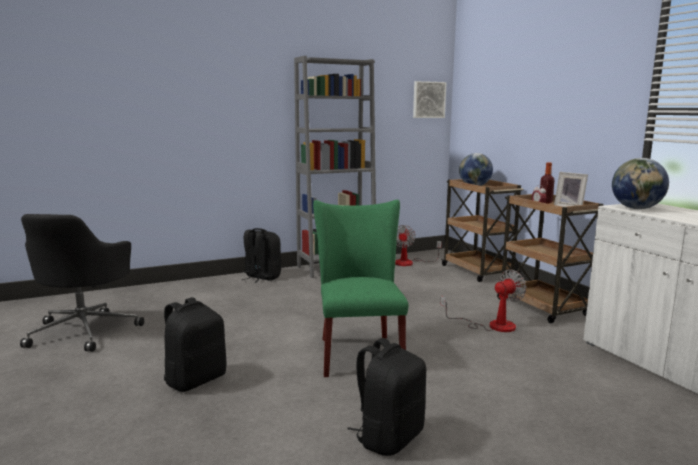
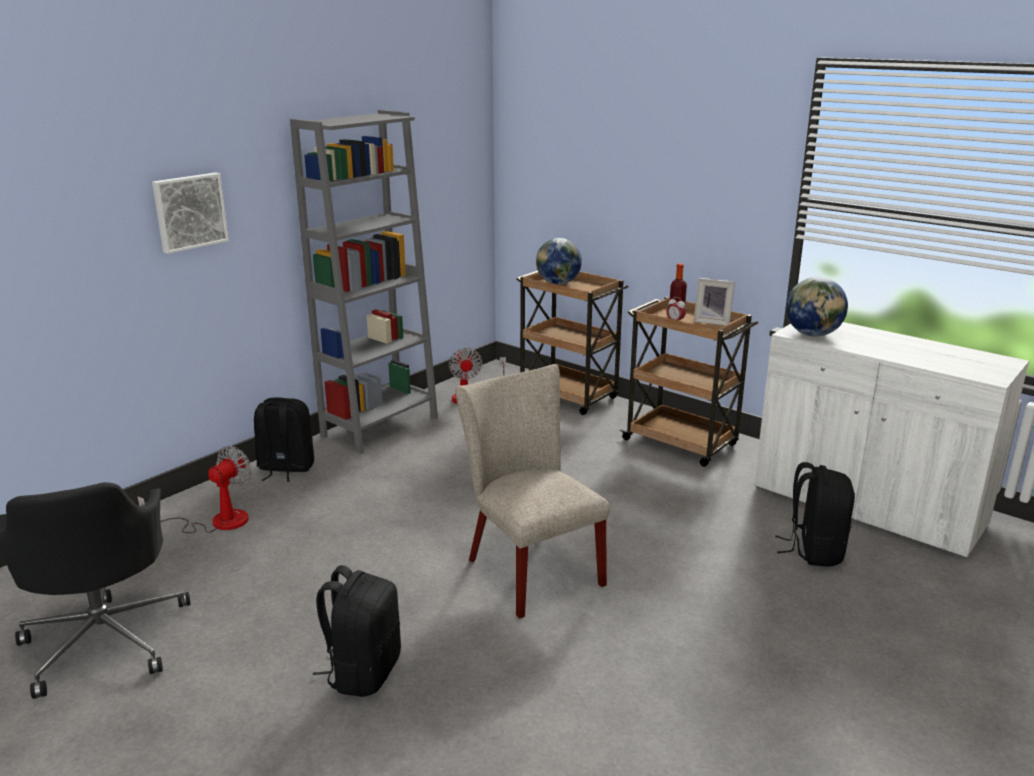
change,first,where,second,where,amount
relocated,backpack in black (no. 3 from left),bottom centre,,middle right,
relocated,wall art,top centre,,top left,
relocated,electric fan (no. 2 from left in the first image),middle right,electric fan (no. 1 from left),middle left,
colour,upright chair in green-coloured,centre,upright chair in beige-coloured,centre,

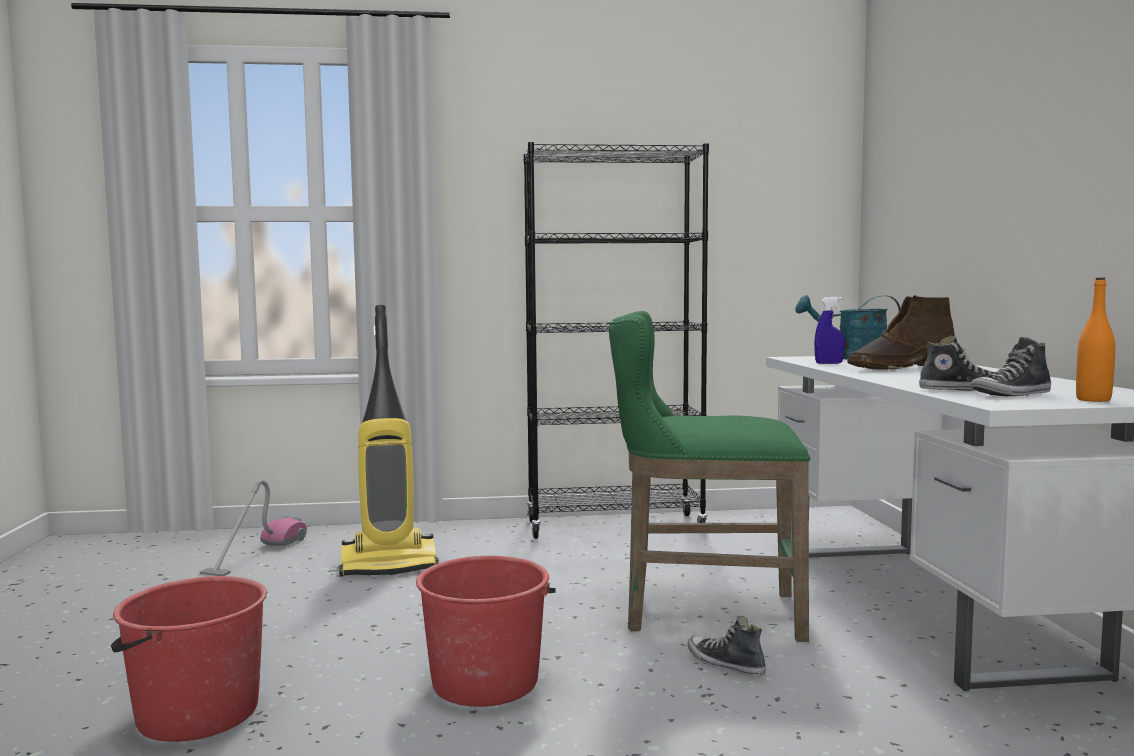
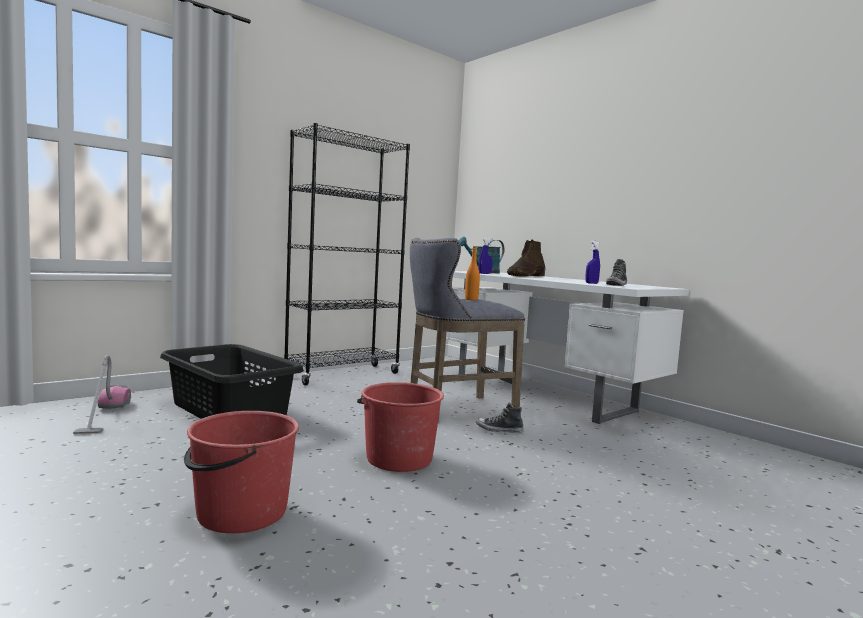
change,first,where,second,where,amount
relocated,beverage bottle in orange,middle right,,centre,
exchanged,vacuum (no. 2 from left),centre,hamper in black,middle left,
exchanged,shoe (no. 2 from left),middle right,hand sprayer in bluish (no. 2 from left),middle right,
colour,stool in green-coloured,centre,stool in greyish,centre,

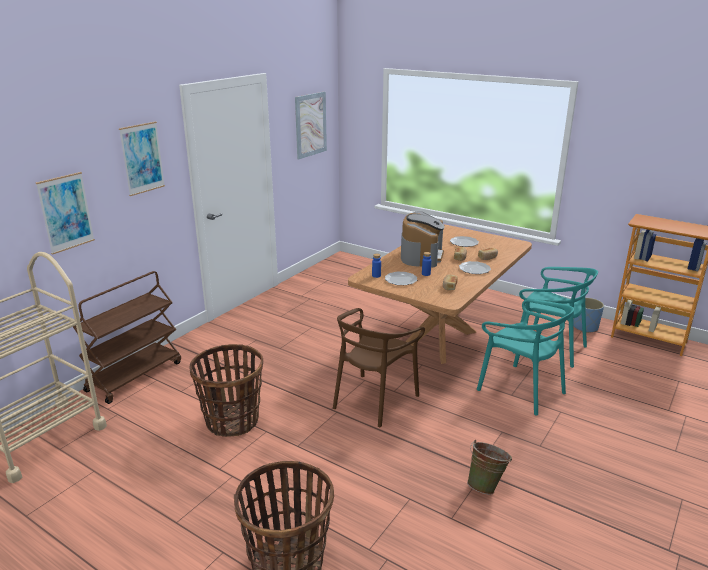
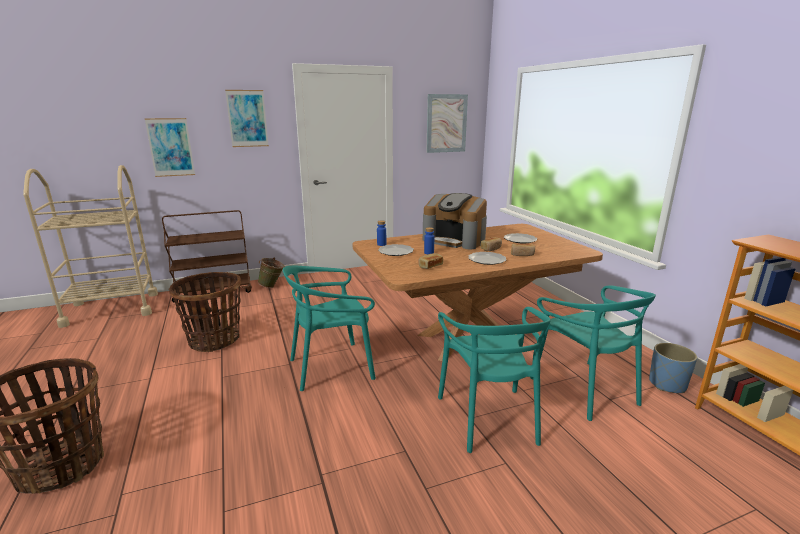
change,first,where,second,where,amount
relocated,bucket in green-coloured,bottom right,,centre,
colour,upright chair in brown,centre,upright chair in turquoise (no. 1 from left),centre,
spun,coffee machine,centre,,centre,75 degrees clockwise

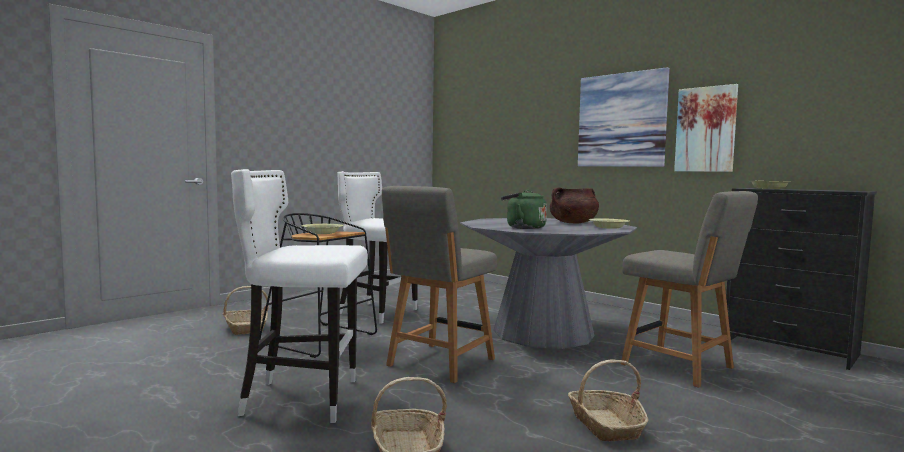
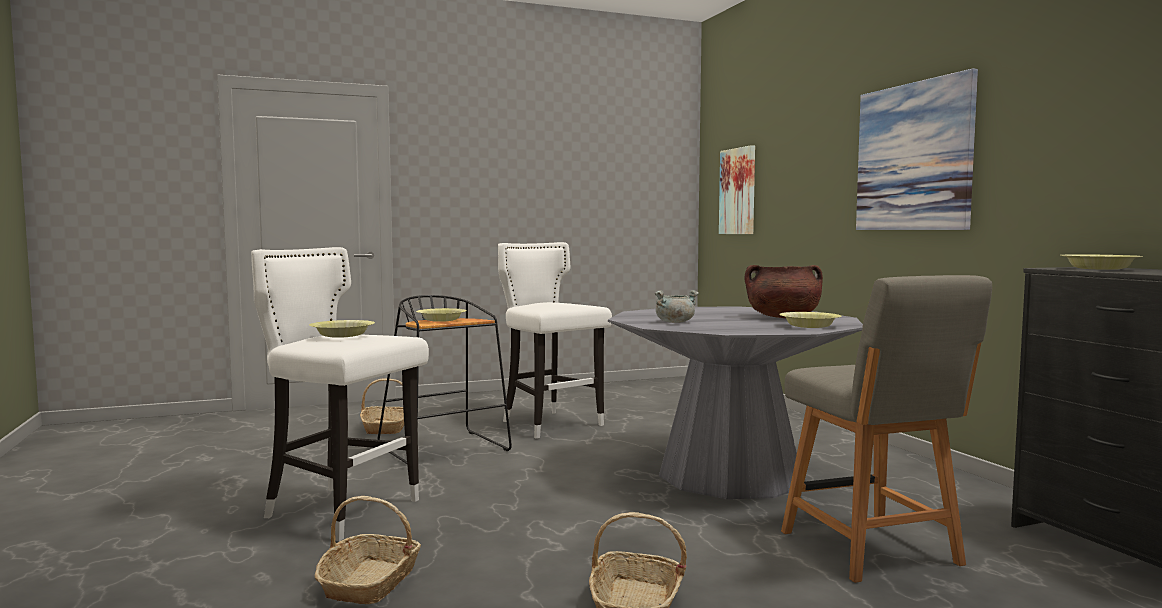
change,first,where,second,where,amount
missing,upright chair in greyish (no. 1 from left),centre,,,
appeared,,,deep dish in yellowish (no. 1 from left),middle left,
relocated,wall art (no. 2 from left in the first image),top right,wall art (no. 1 from left),top centre,
exchanged,kettle in green-coloured,centre,saucepot in greyish,centre,

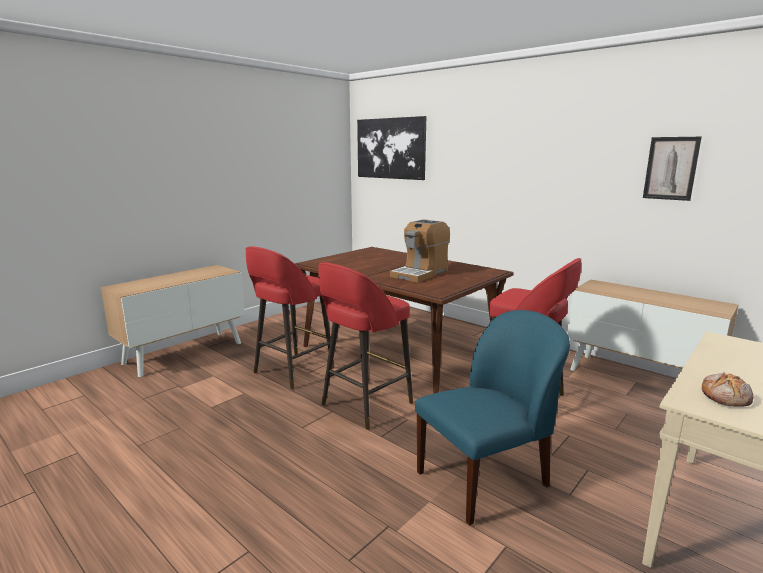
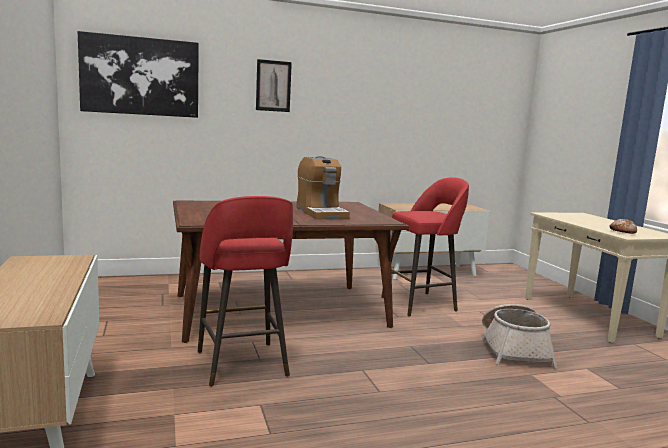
change,first,where,second,where,amount
missing,stool in red (no. 2 from left),centre,,,
relocated,wall art (no. 2 from left),top right,,top centre,
exchanged,upright chair in bluish,bottom centre,basket,bottom right,

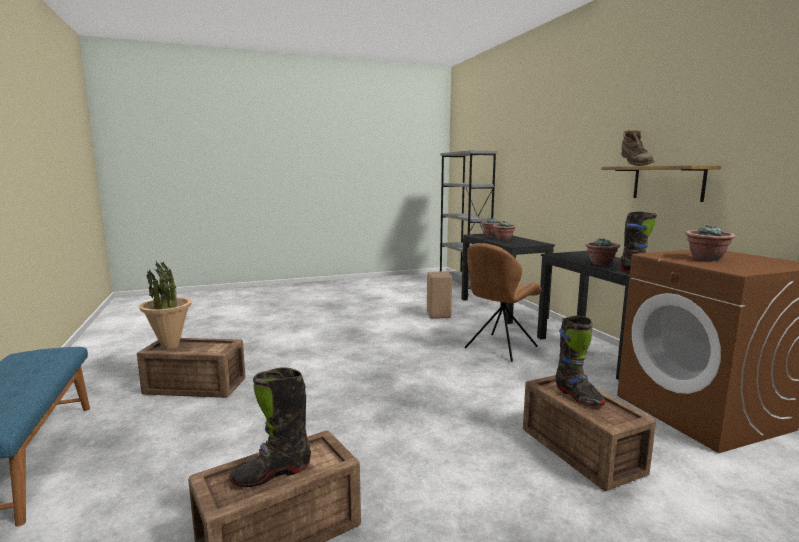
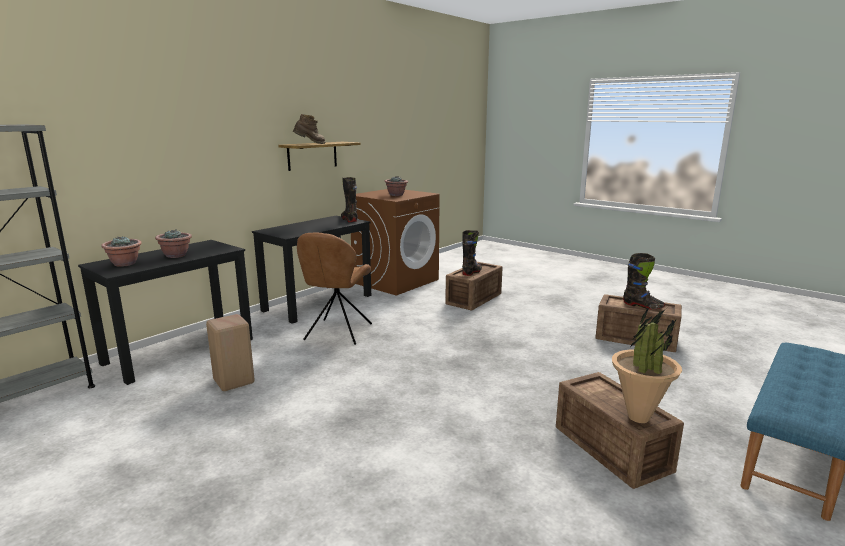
change,first,where,second,where,amount
missing,potted plant (no. 4 from left),middle right,,,
spun,upright chair in brown,centre,,centre,90 degrees clockwise

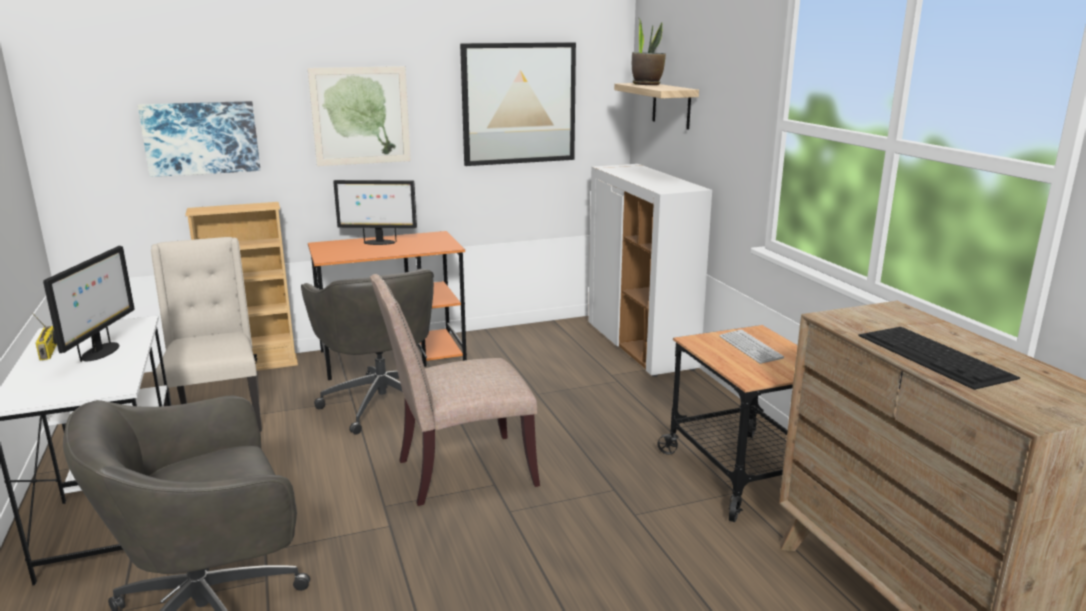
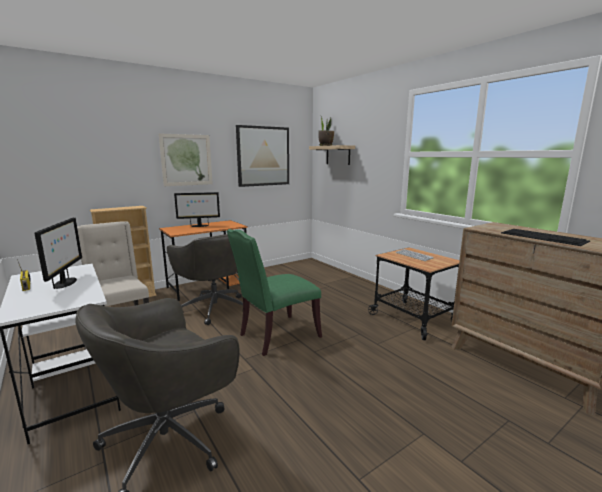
change,first,where,second,where,amount
missing,wall art (no. 1 from left),top left,,,
missing,cabinet in whitish,centre,,,
colour,upright chair in beige-coloured (no. 2 from left),centre,upright chair in green-coloured,centre,

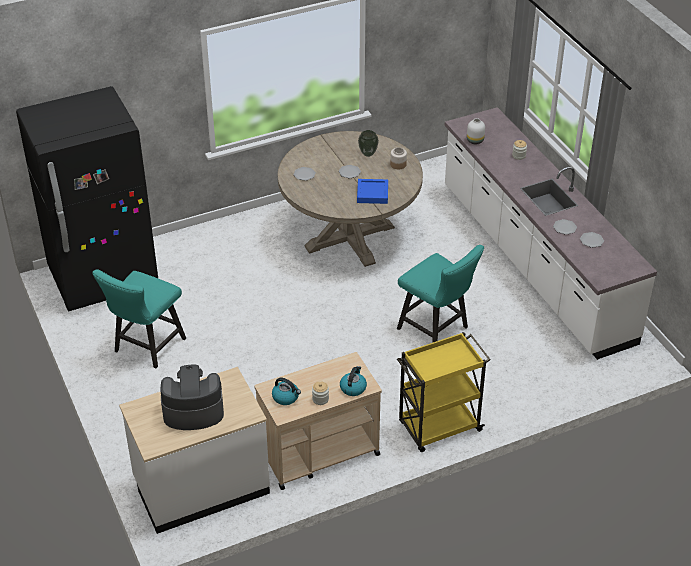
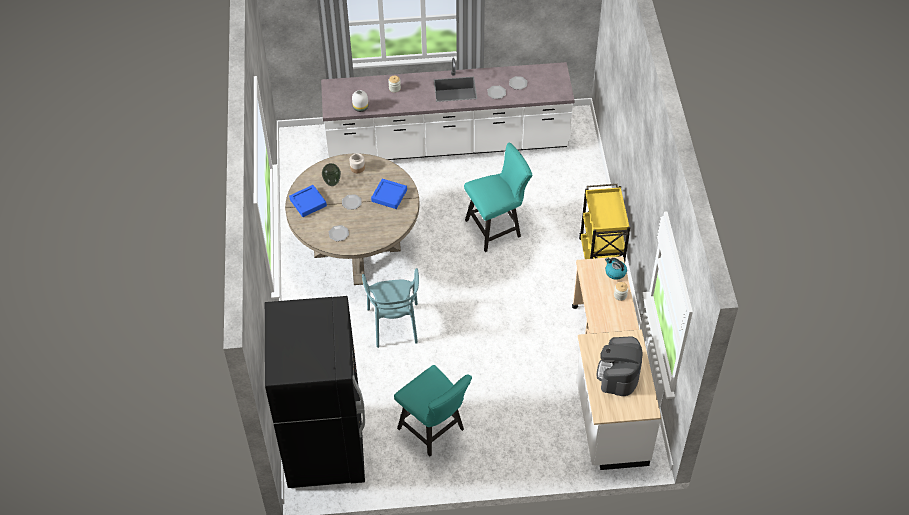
change,first,where,second,where,amount
missing,kettle (no. 1 from left),bottom centre,,,
appeared,,,tray in bluish (no. 1 from left),centre,
appeared,,,upright chair in turquoise (no. 1 from left),centre,

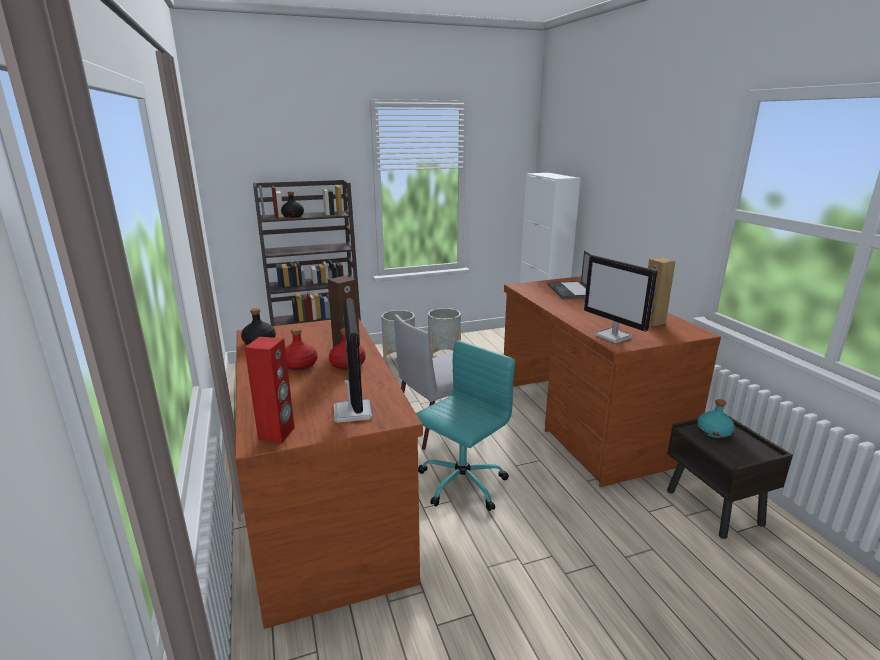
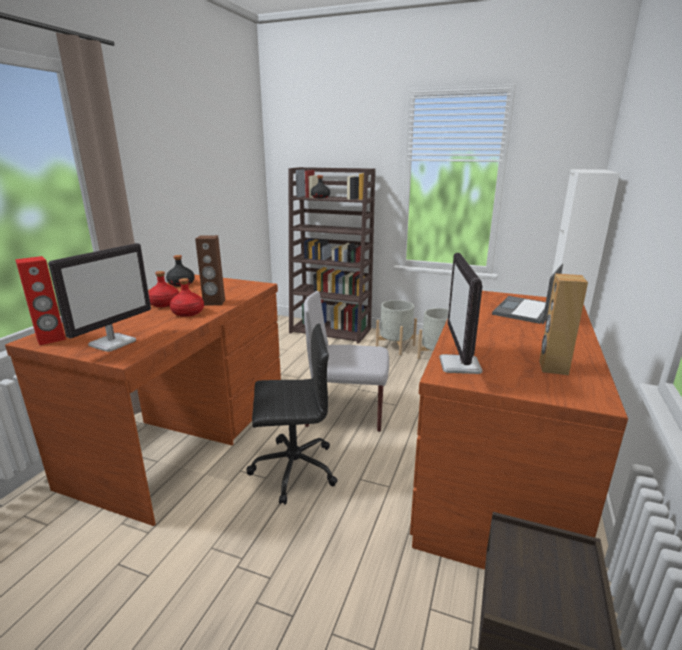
change,first,where,second,where,amount
missing,beverage bottle in turquoise,middle right,,,
colour,office chair in turquoise,centre,office chair in black,centre,

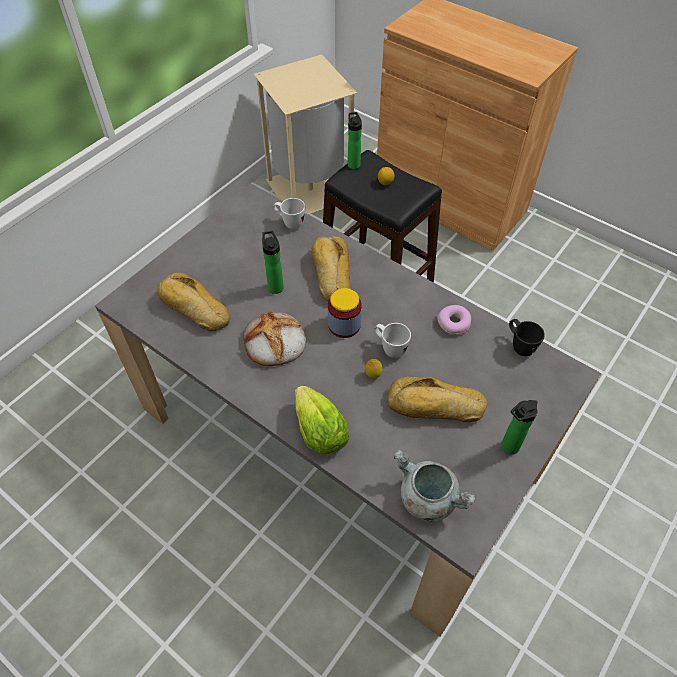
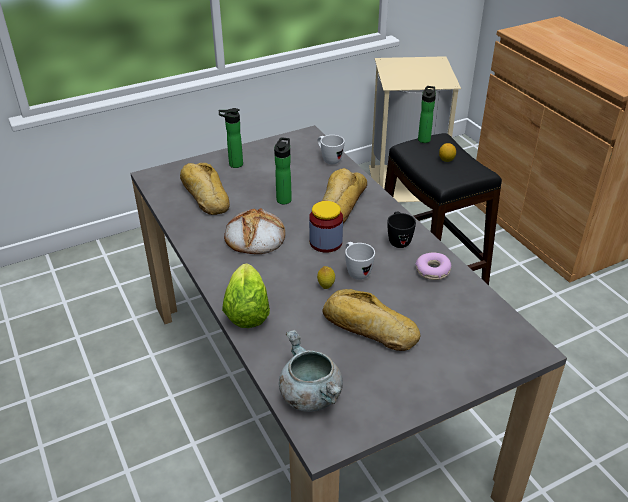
change,first,where,second,where,amount
relocated,beverage bottle (no. 3 from left in the first image),middle right,beverage bottle (no. 1 from left),top centre,
relocated,tea mug in black,middle right,,centre,

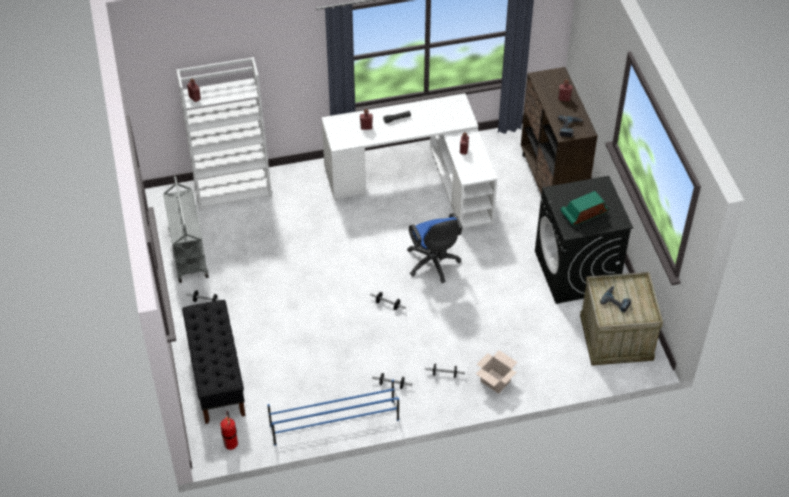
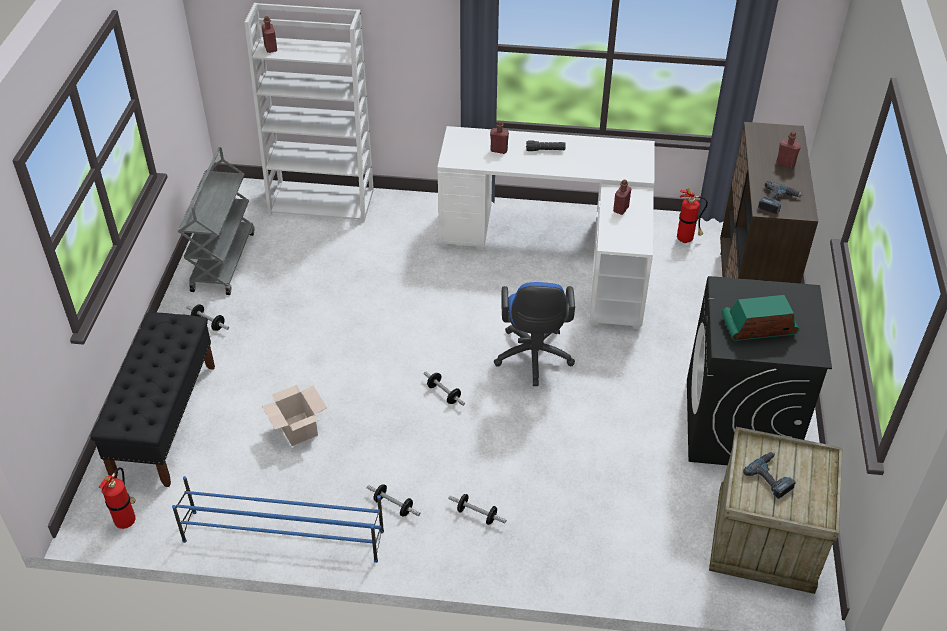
change,first,where,second,where,amount
appeared,,,extinguisher (no. 2 from left),middle right,
relocated,carton,bottom centre,,middle left,

